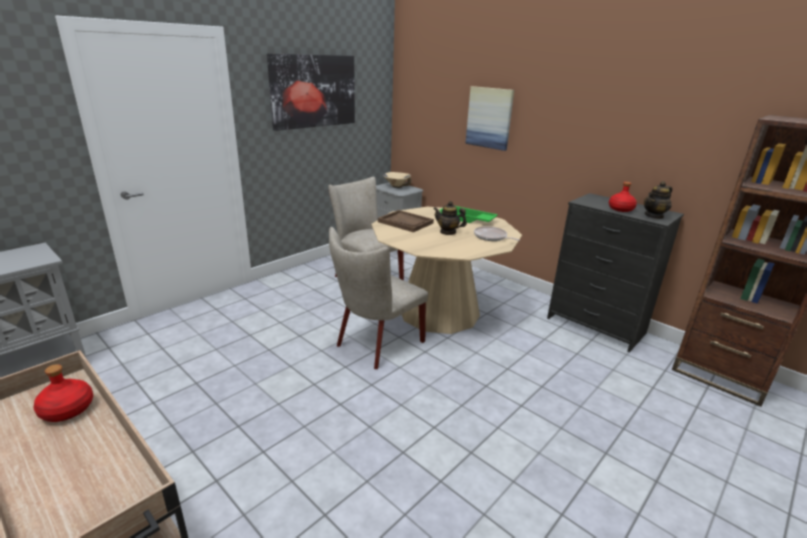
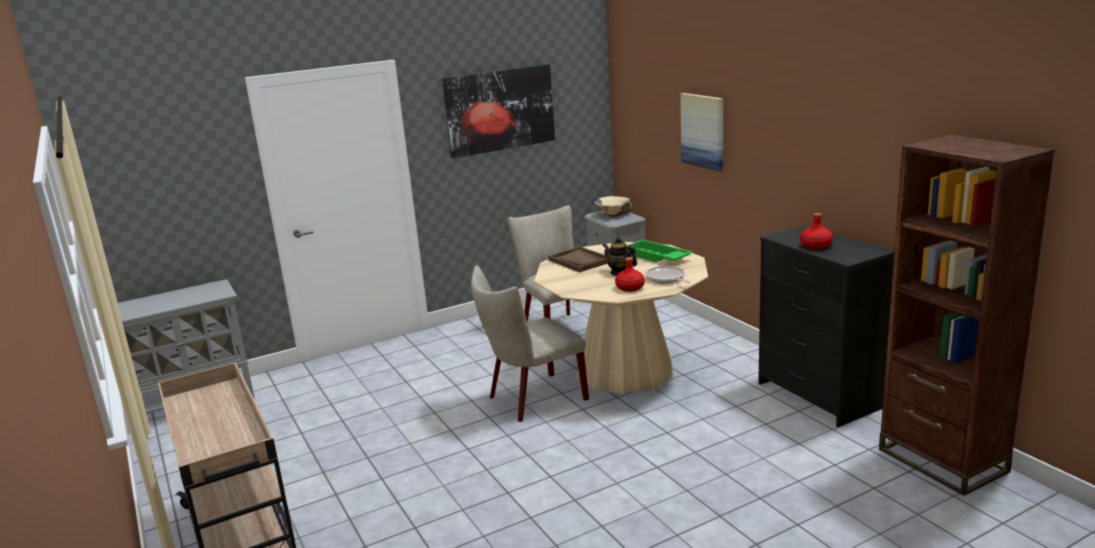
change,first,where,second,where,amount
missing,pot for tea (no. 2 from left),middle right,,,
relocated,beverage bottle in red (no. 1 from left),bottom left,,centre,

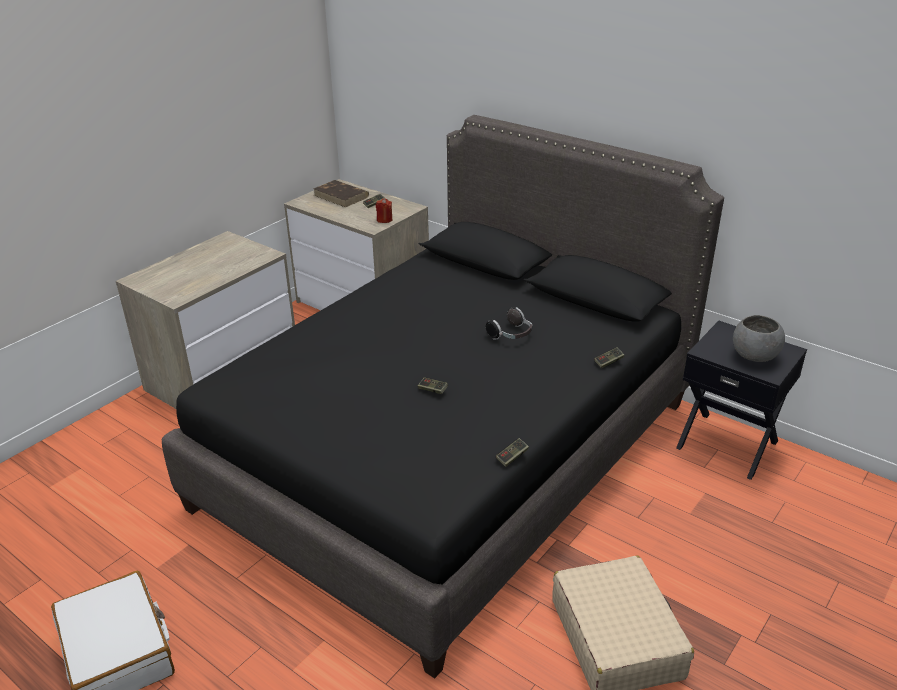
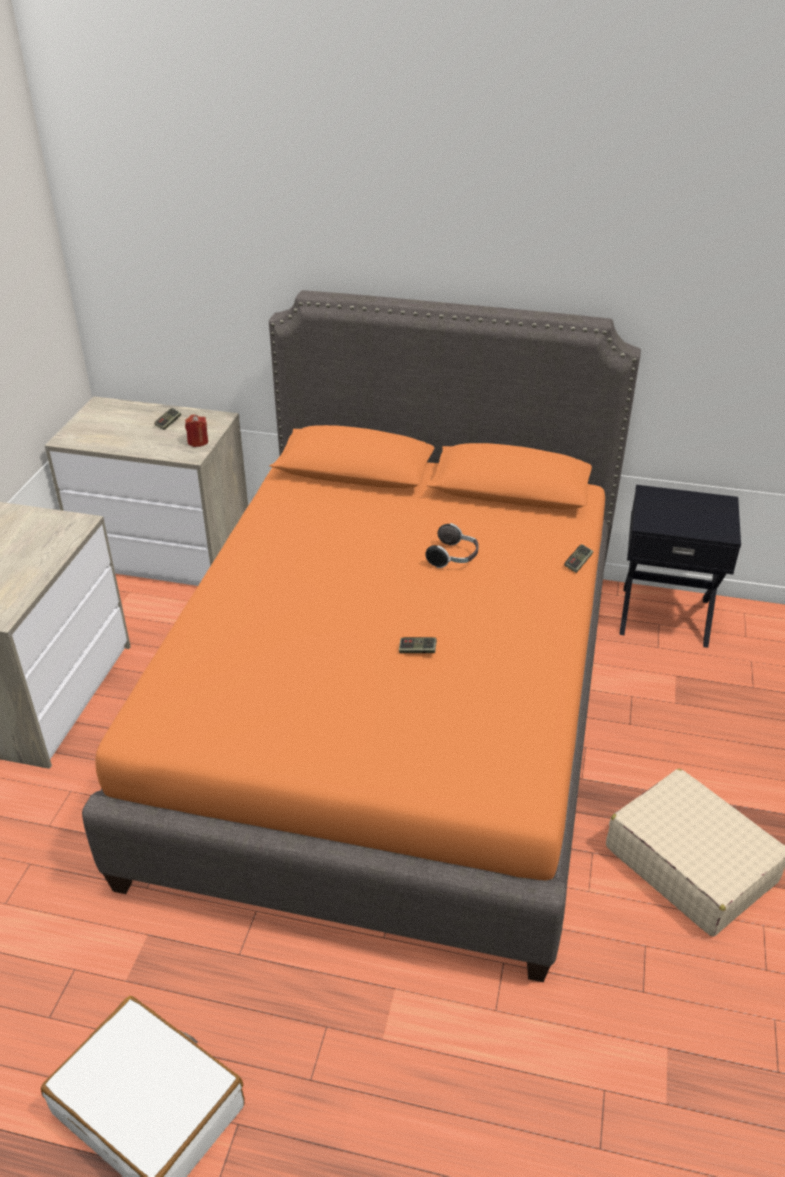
change,first,where,second,where,amount
missing,bound book in brown,top centre,,,
missing,gamepad (no. 3 from left),centre,,,
missing,deep dish in greyish,middle right,,,
colour,bed in black,centre,bed in orange,centre,

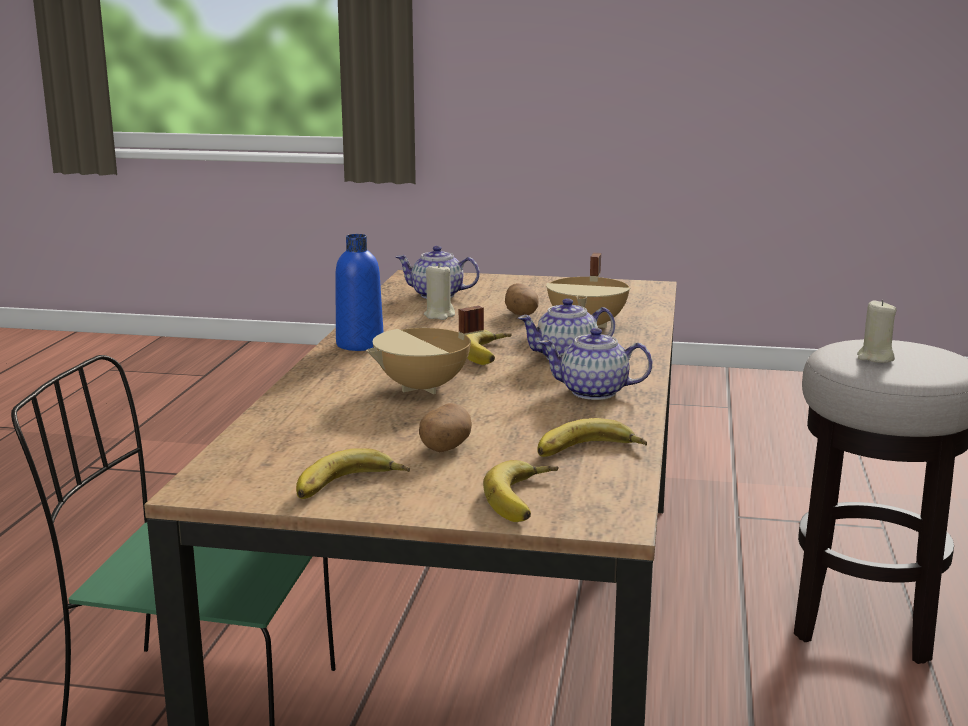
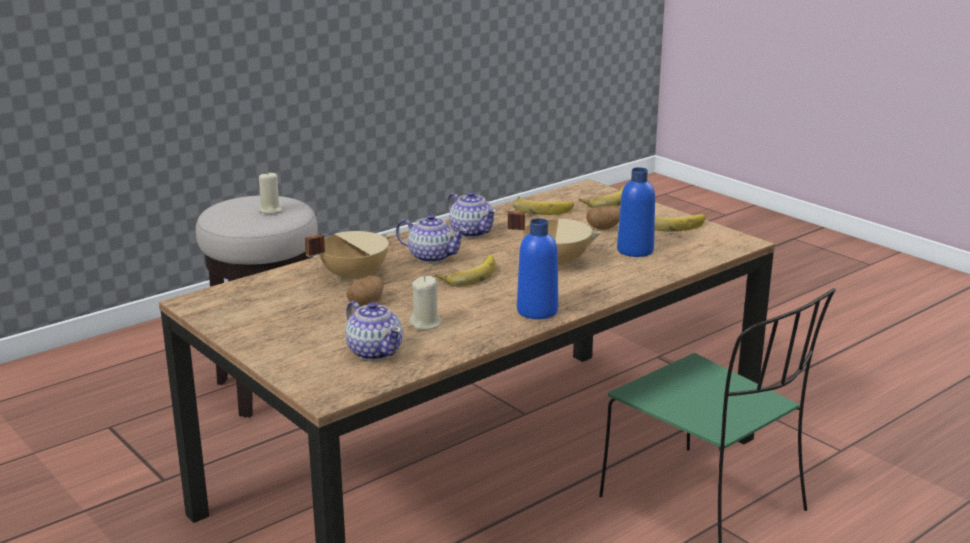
change,first,where,second,where,amount
appeared,,,beverage bottle in bluish (no. 2 from left),centre,

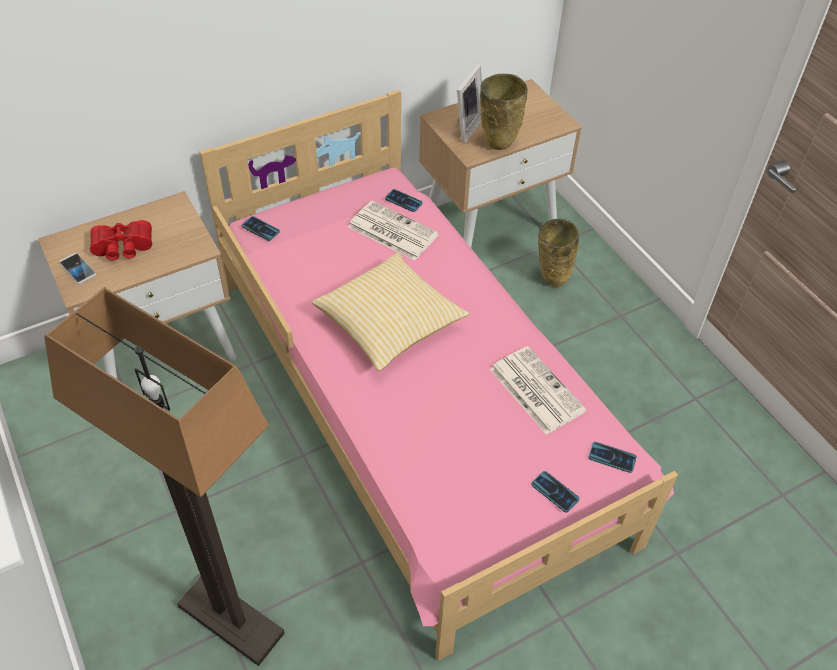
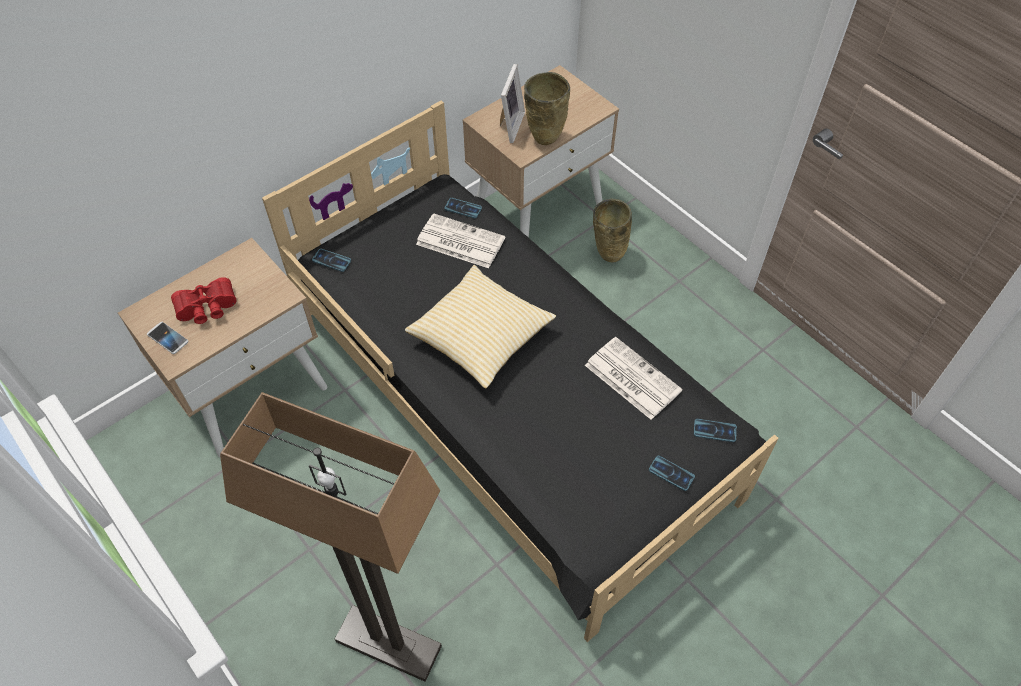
change,first,where,second,where,amount
colour,bed in pink,centre,bed in black,centre,

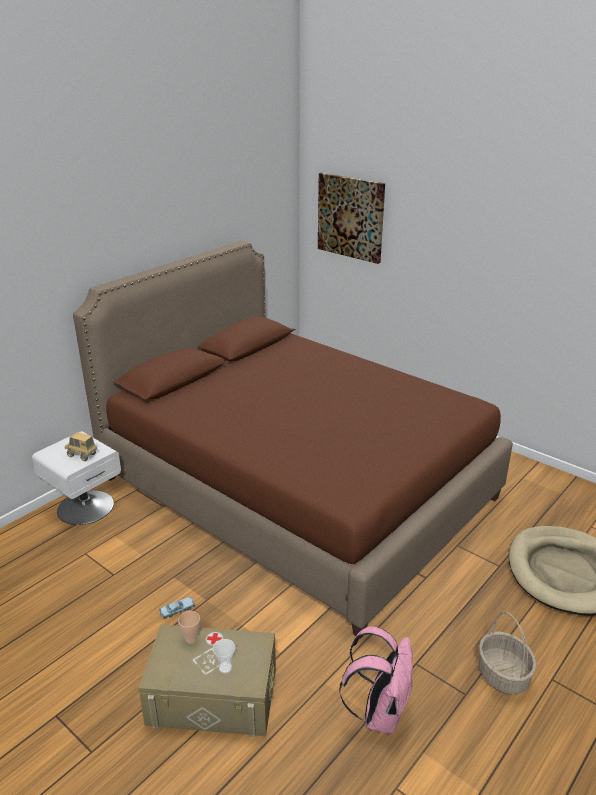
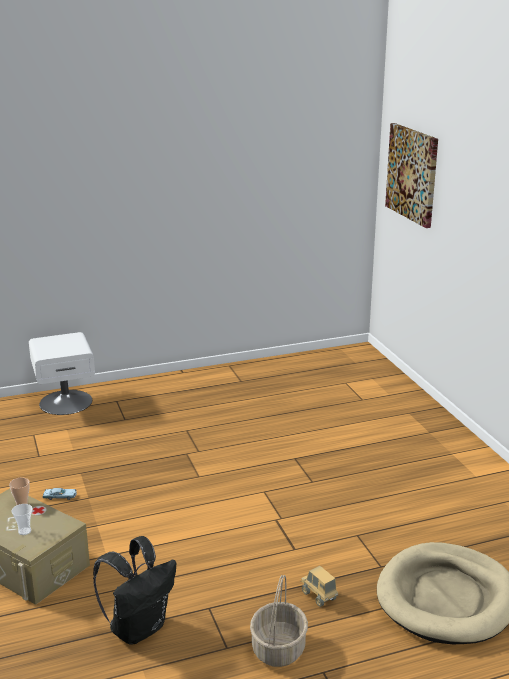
change,first,where,second,where,amount
missing,bed in brown,centre,,,
relocated,toy truck,middle left,,bottom centre,
colour,backpack in pink,bottom centre,backpack in black,bottom left,

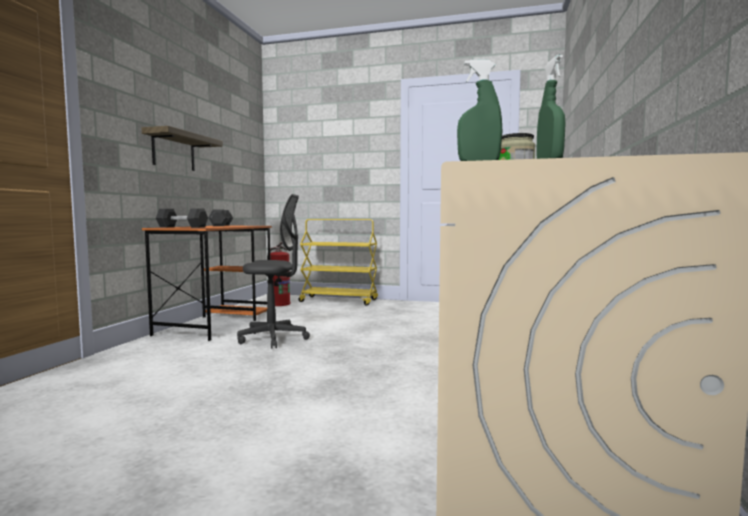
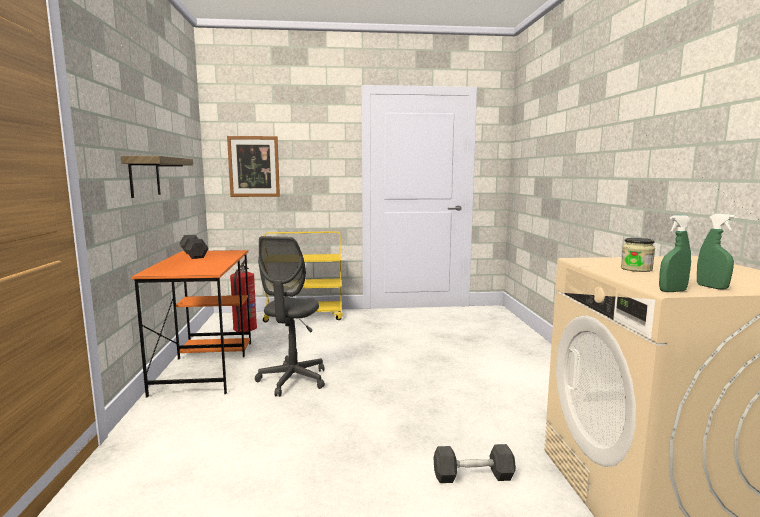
change,first,where,second,where,amount
appeared,,,wall art,top left,
relocated,hand weight in greyish (no. 1 from left in the first image),middle left,hand weight in greyish (no. 2 from left),bottom centre,
spun,office chair in greyish,centre,,centre,120 degrees clockwise

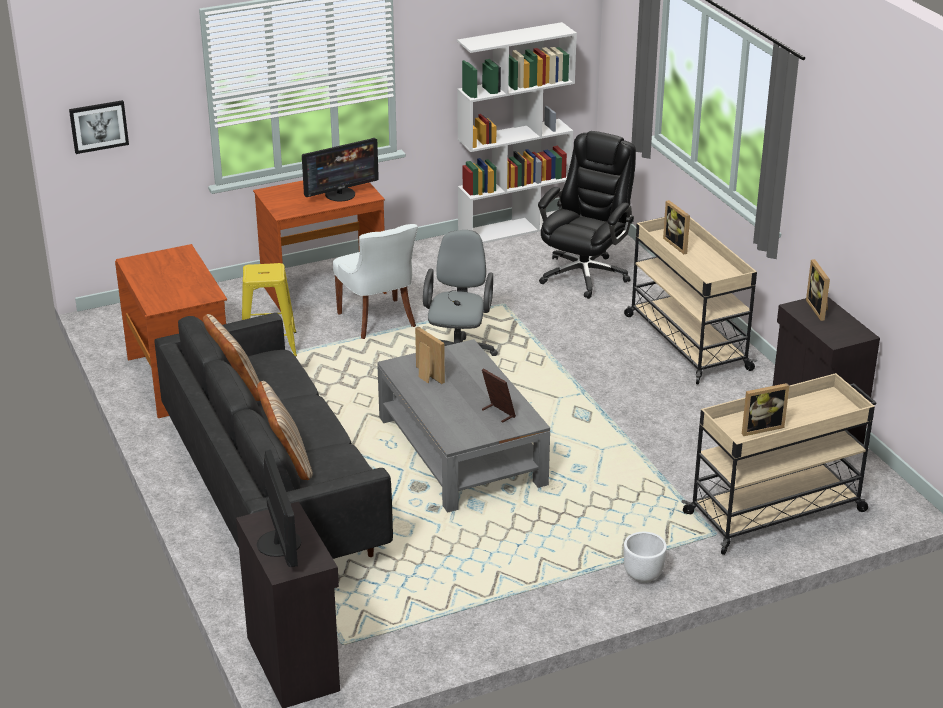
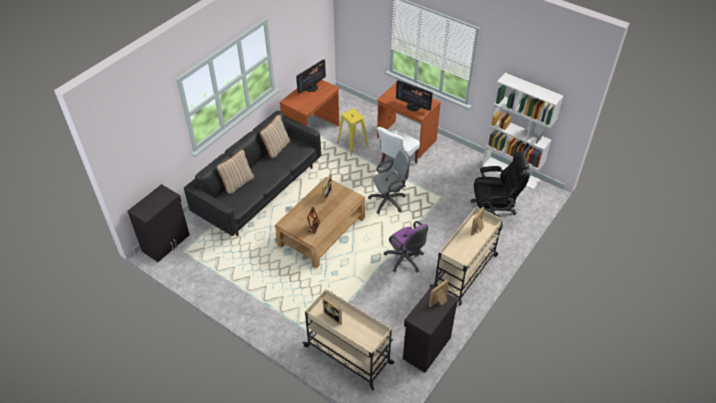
change,first,where,second,where,amount
missing,wall art,top left,,,
missing,plant pot in whitish,bottom right,,,
appeared,,,office chair in purple-coloured,centre,
relocated,monitor (no. 1 from left),bottom left,,top centre,
colour,low table in greyish,centre,low table in brown,centre,

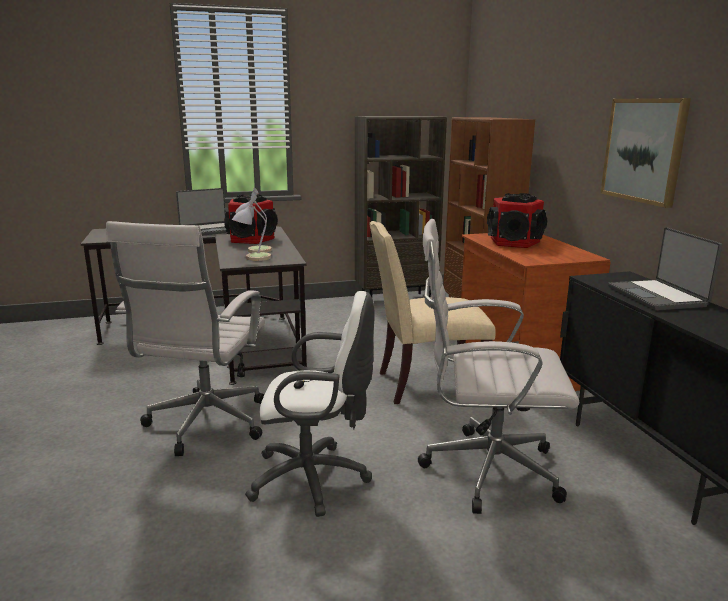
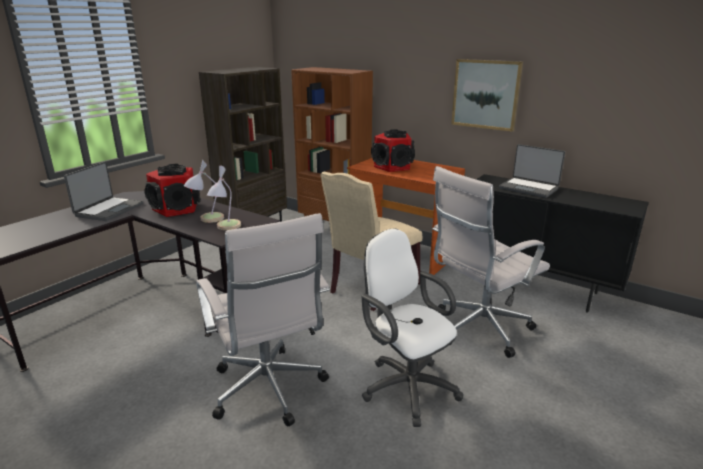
change,first,where,second,where,amount
spun,office chair in whitish (no. 2 from left),bottom centre,,bottom centre,90 degrees counterclockwise

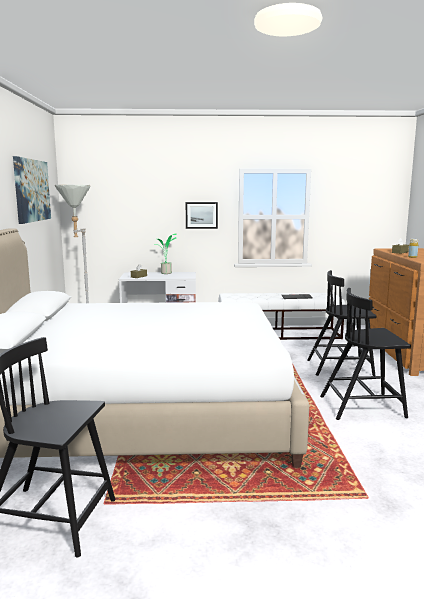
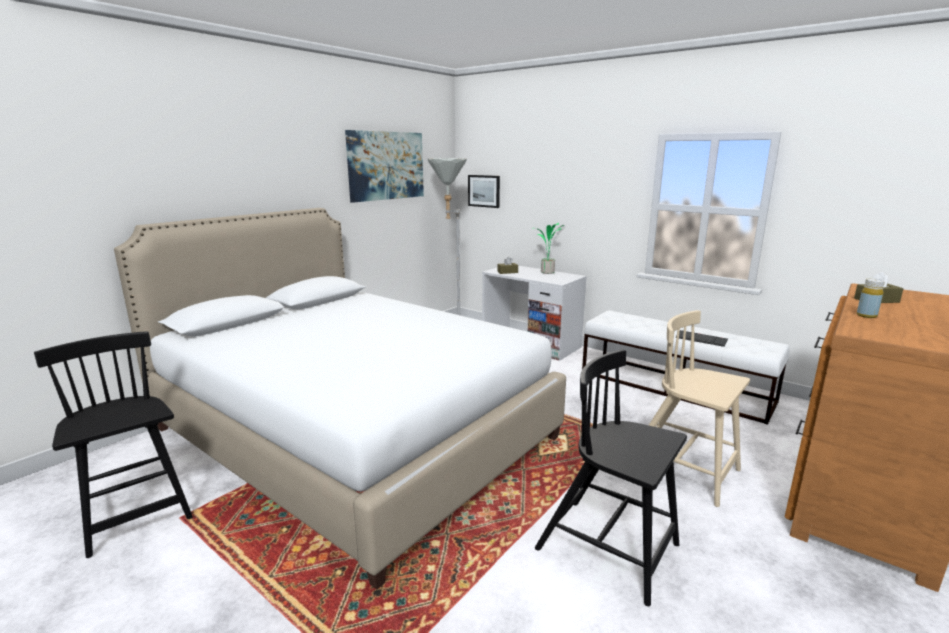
change,first,where,second,where,amount
relocated,wall art (no. 2 from left),centre,,top centre,
colour,upright chair in black (no. 2 from left),middle right,upright chair in beige-coloured,middle right,

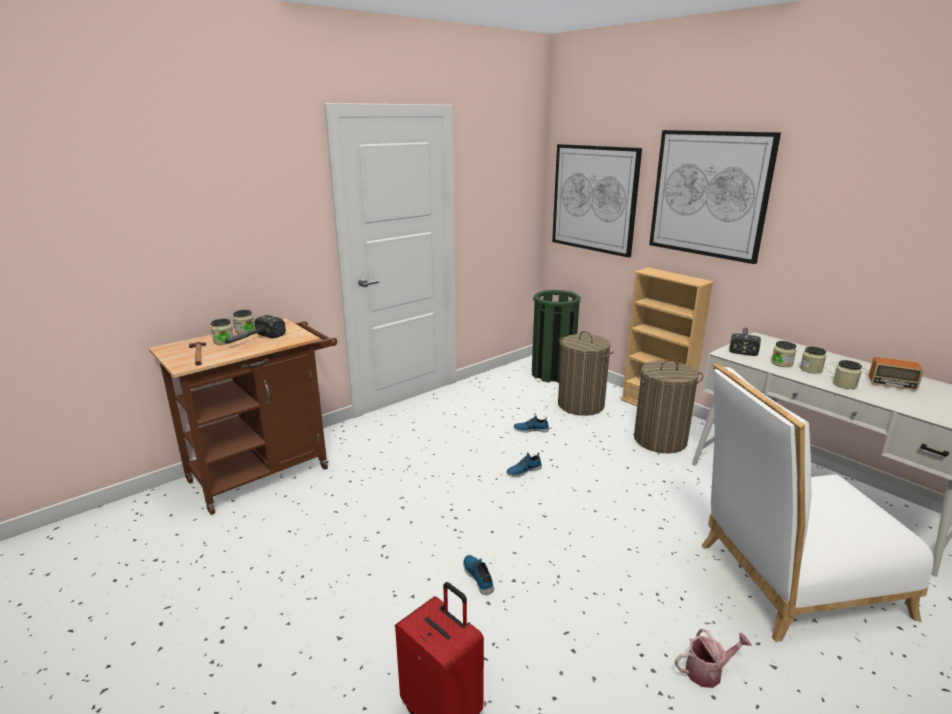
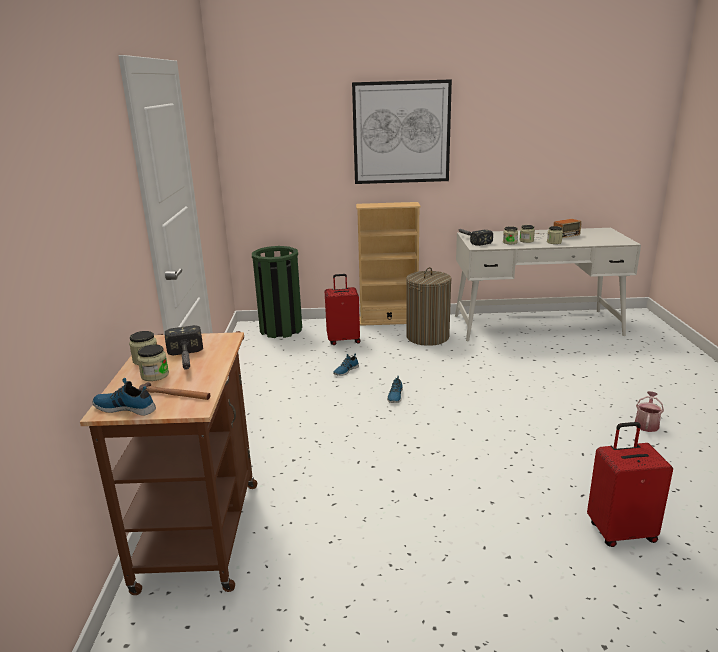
change,first,where,second,where,amount
missing,wall art (no. 1 from left),top centre,,,
missing,upright chair in whitish,bottom right,,,
relocated,shoe (no. 1 from left),bottom centre,,middle left,
exchanged,hamper (no. 1 from left),centre,suitcase in red (no. 1 from left),centre,

